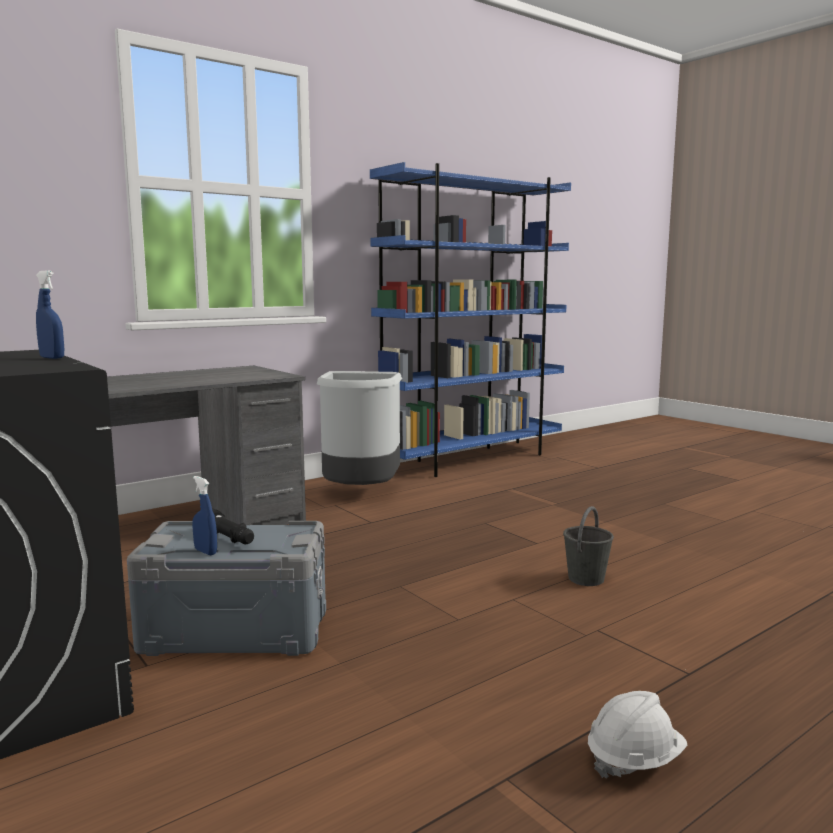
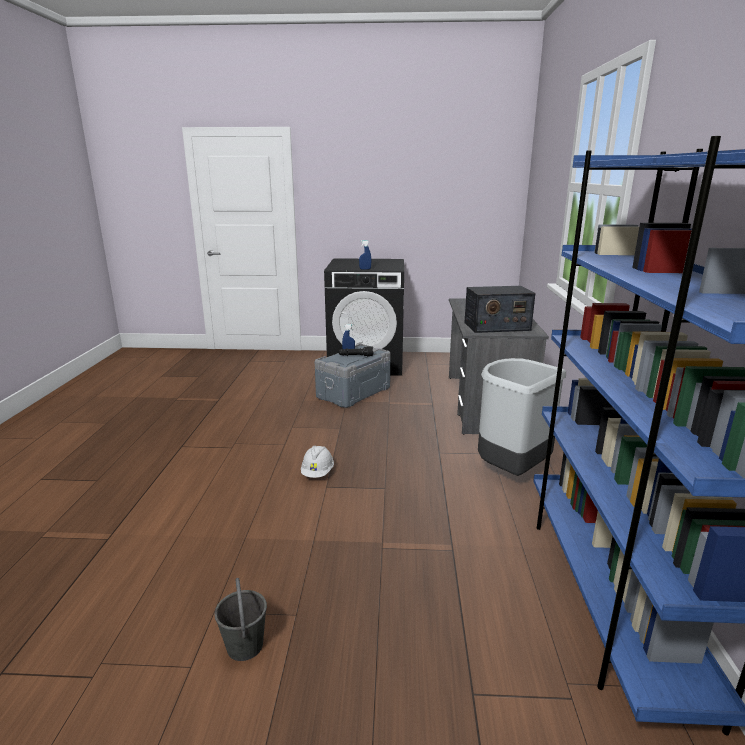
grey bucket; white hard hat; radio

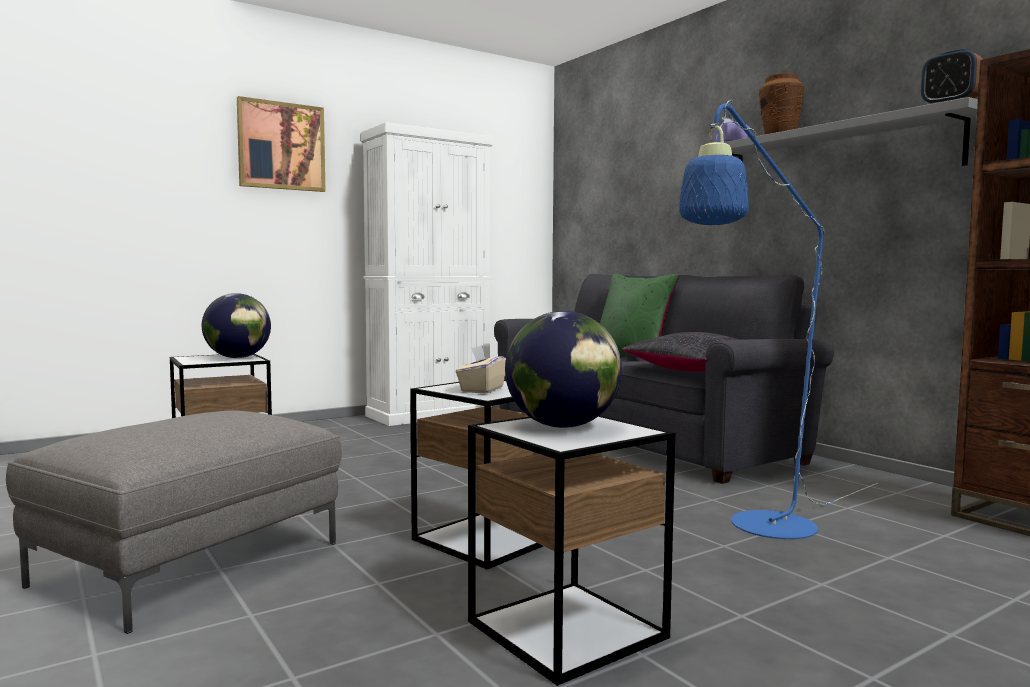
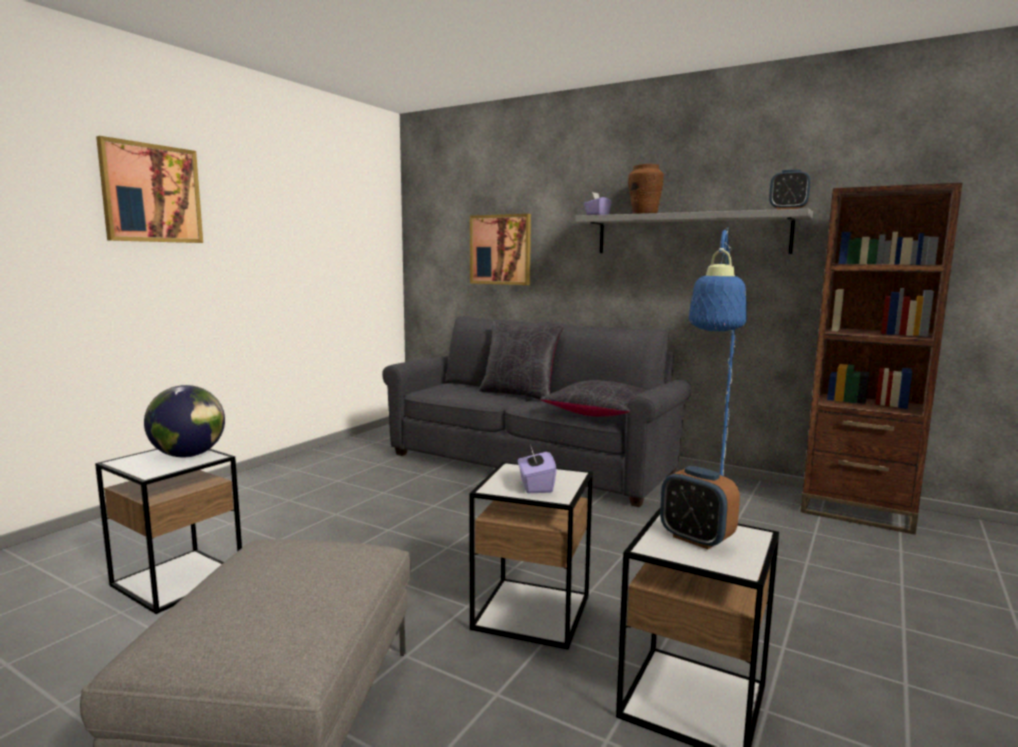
white cabinet; purple tissue box (no. 1 from left); alarm clock (no. 1 from left); black pillow (no. 1 from left); picture (no. 2 from left)

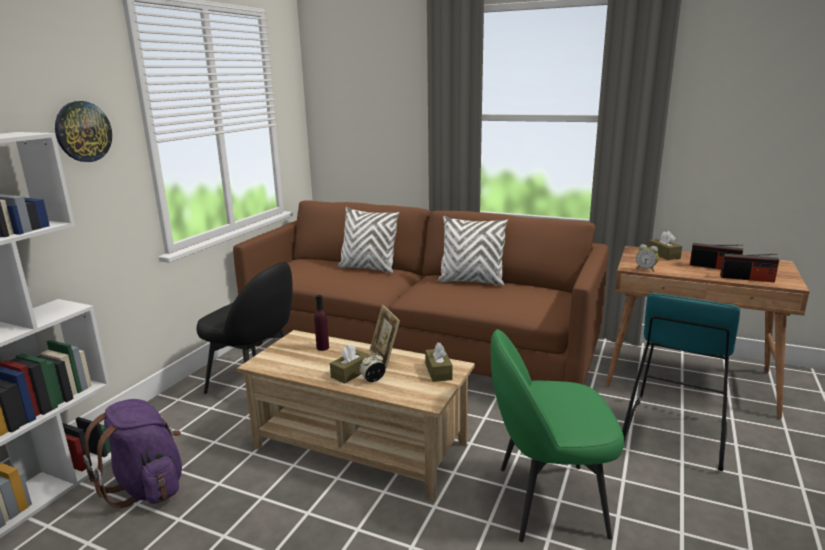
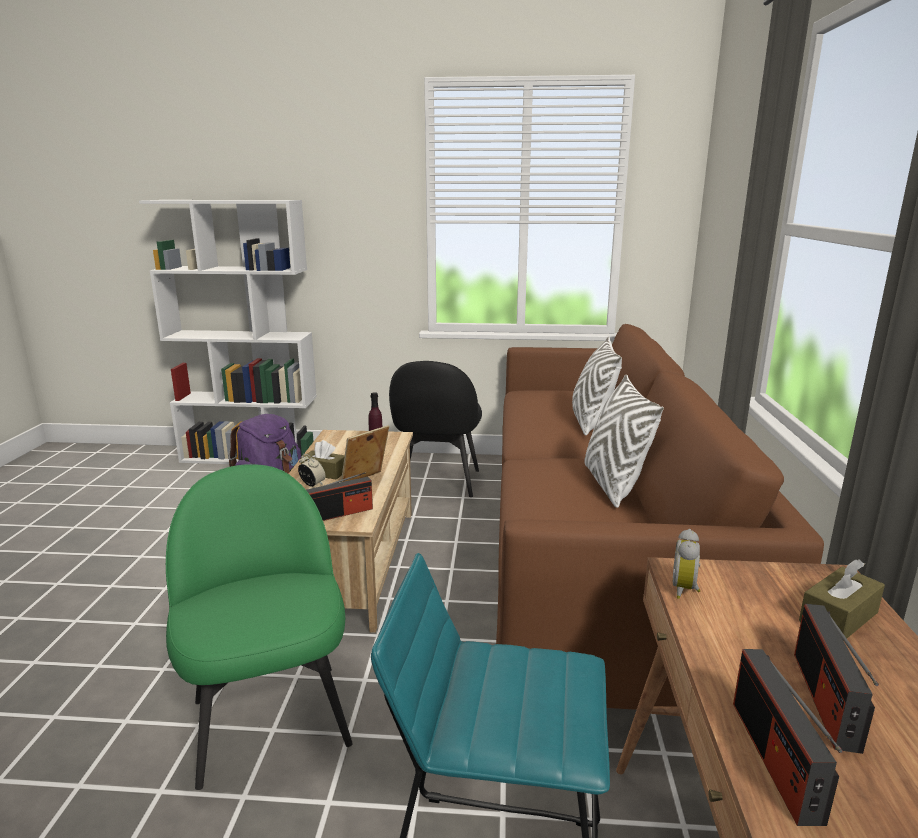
wall clock; radio (no. 1 from left)

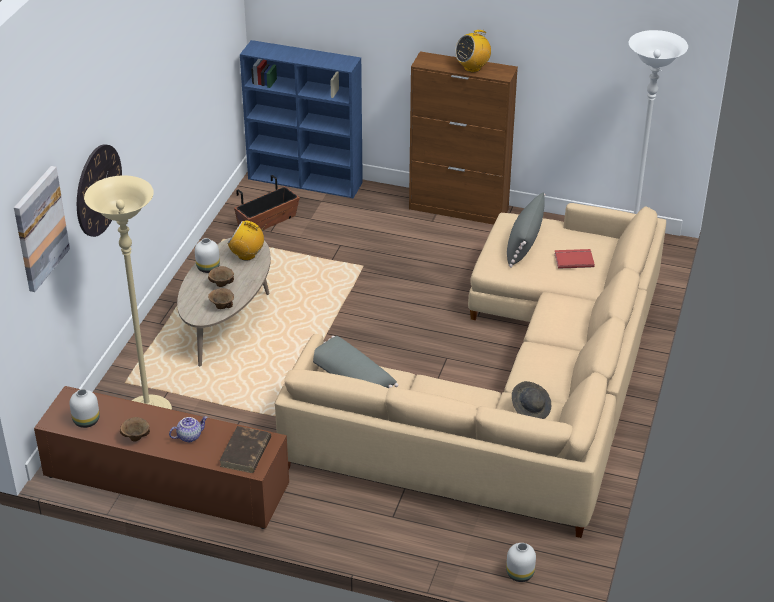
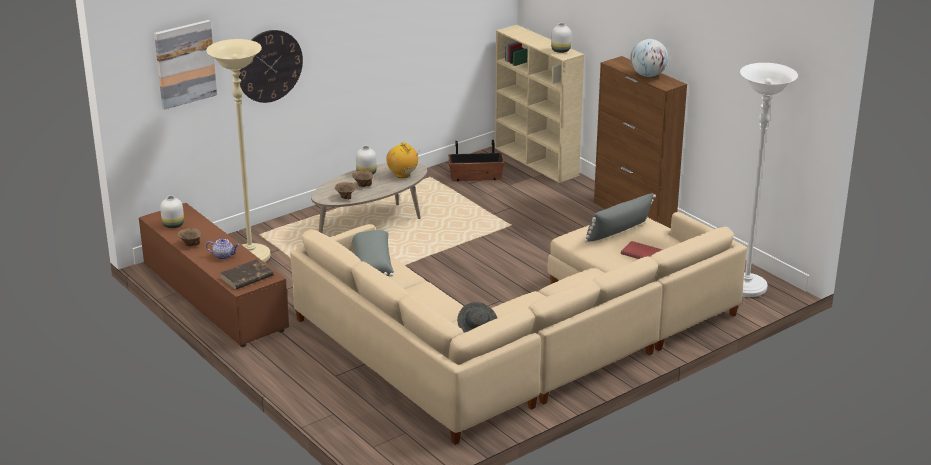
beige bookcase; globe; white vase (no. 3 from left)

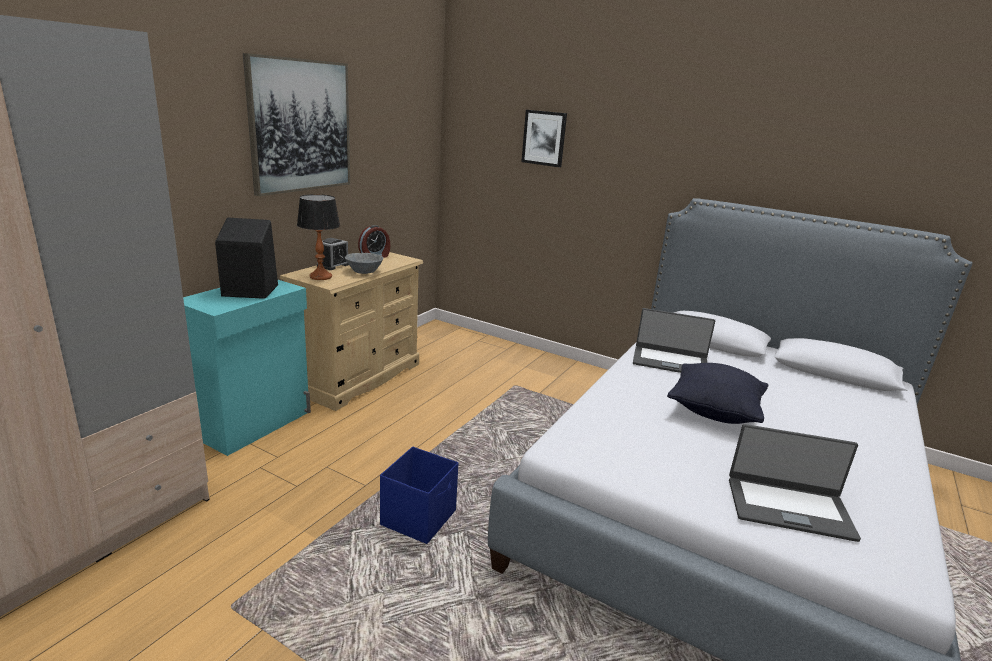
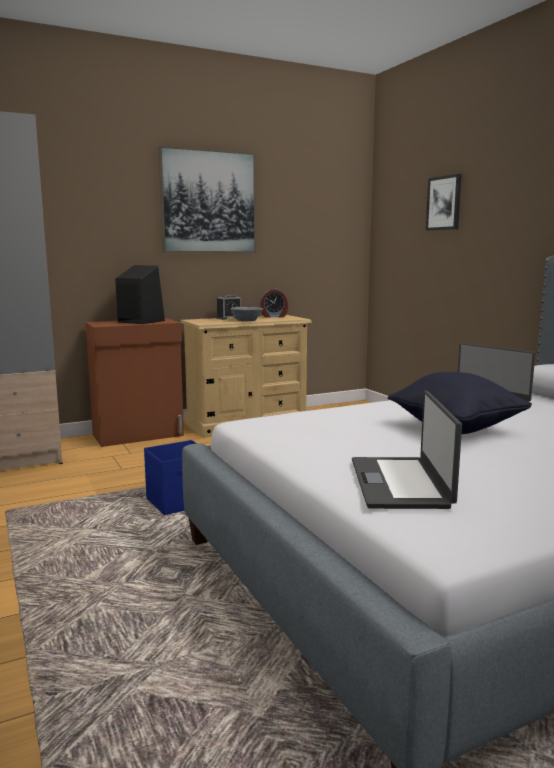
brown cabinet; table lamp; laptop (no. 1 from left)

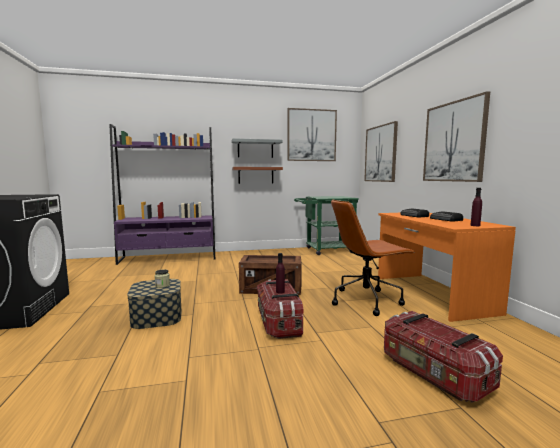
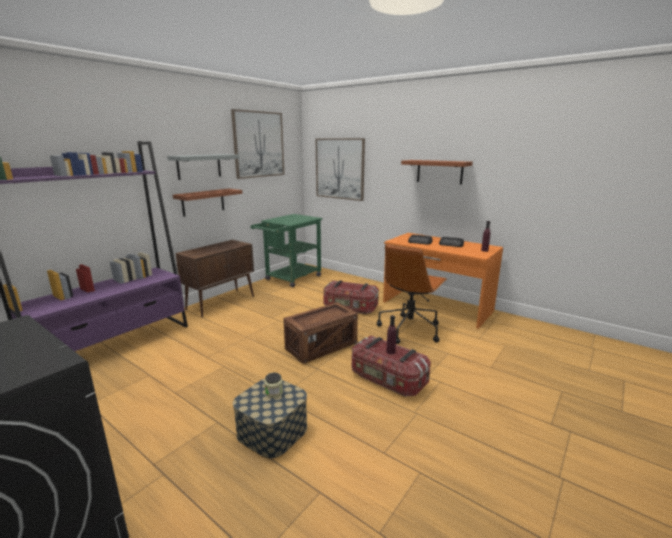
storage box (no. 2 from left); brown shelf (no. 2 from left); brown cabinet

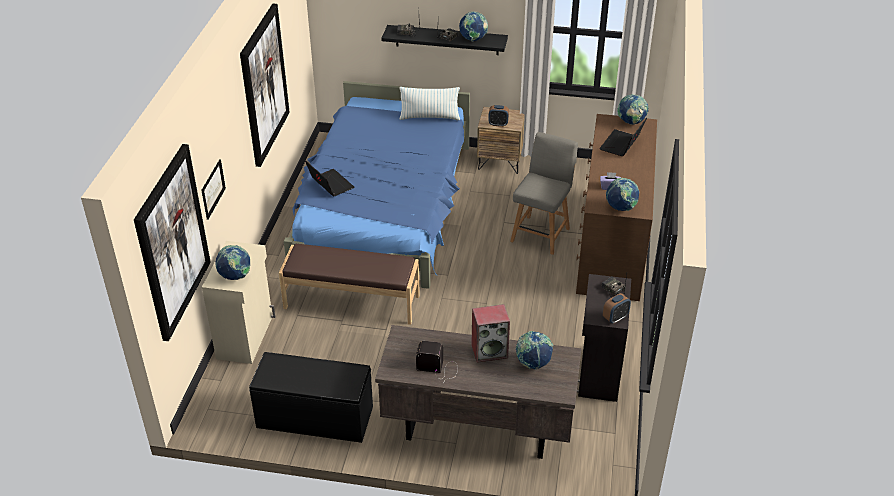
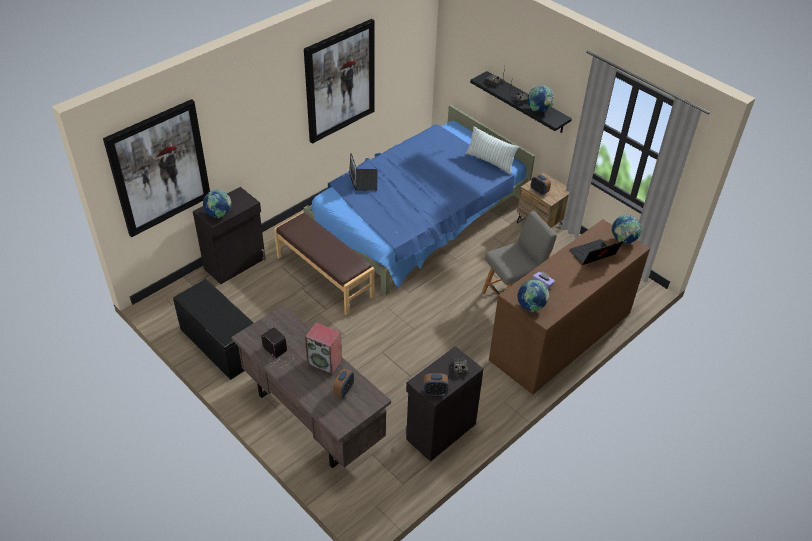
picture (no. 2 from left in the first image); black cabinet (no. 1 from left); alarm clock (no. 1 from left)

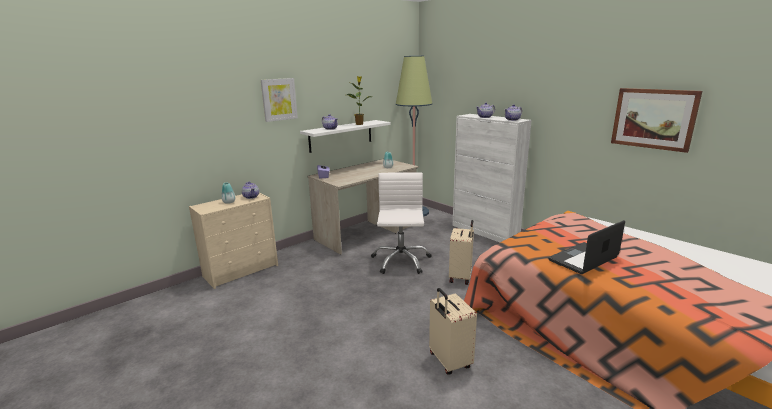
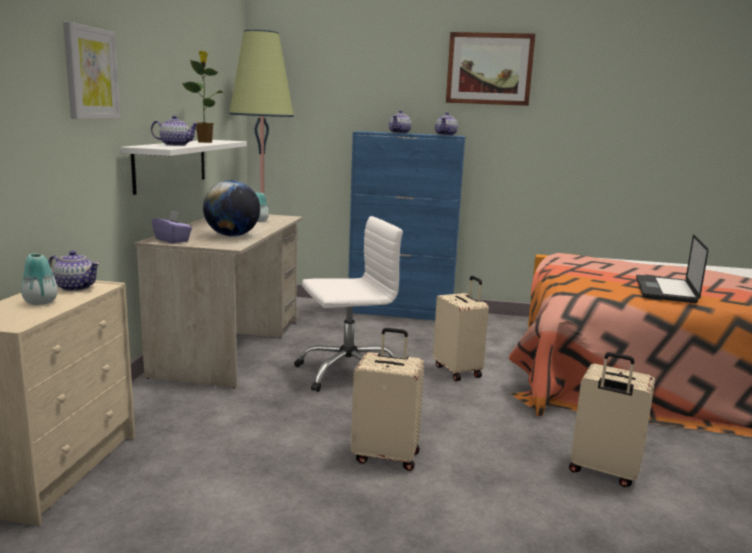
white office chair; blue cabinet; picture (no. 2 from left); globe; beige suitcase (no. 1 from left)

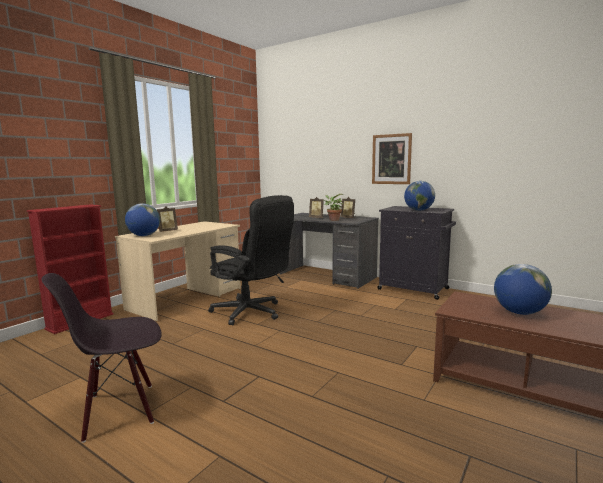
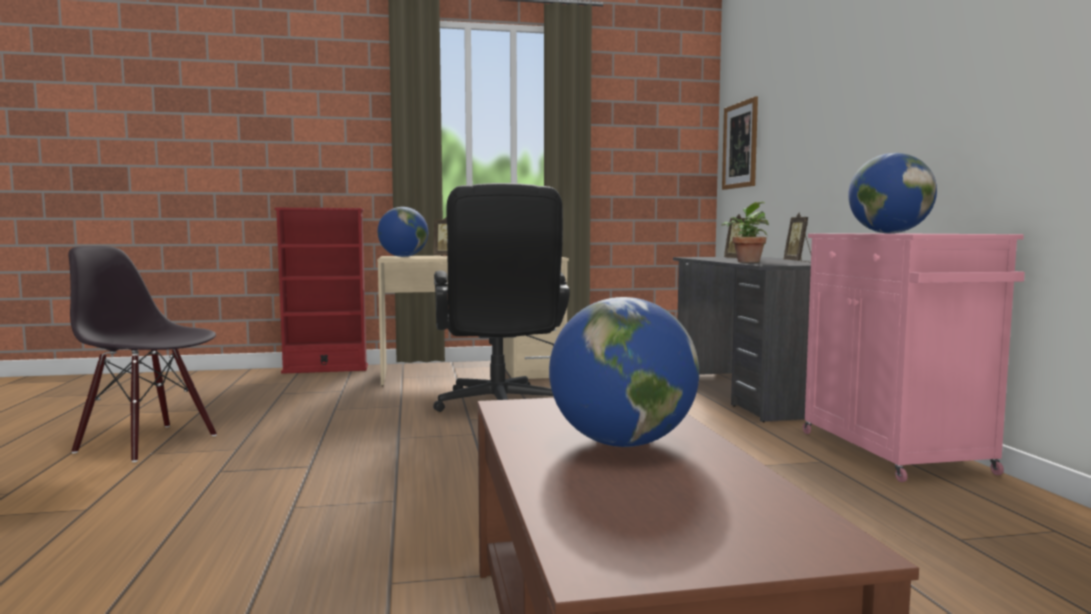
picture; pink cabinet

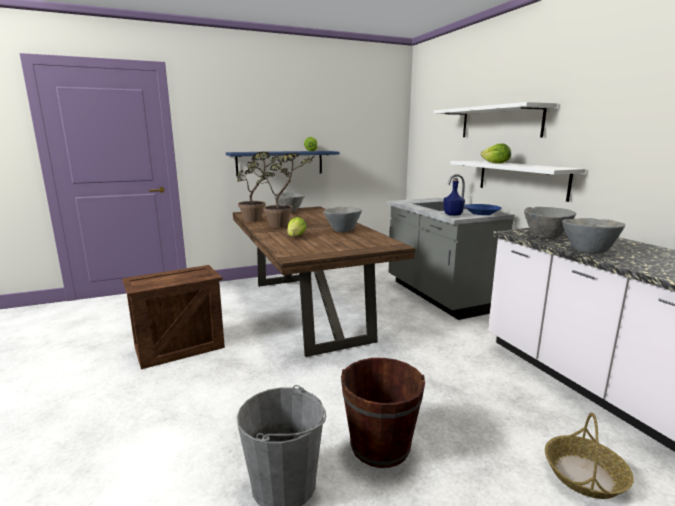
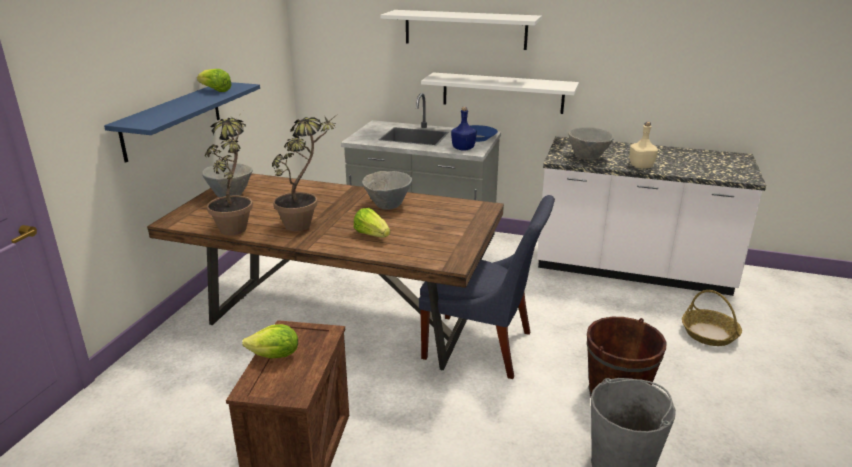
lettuce (no. 2 from left); beige bottle; blue chair

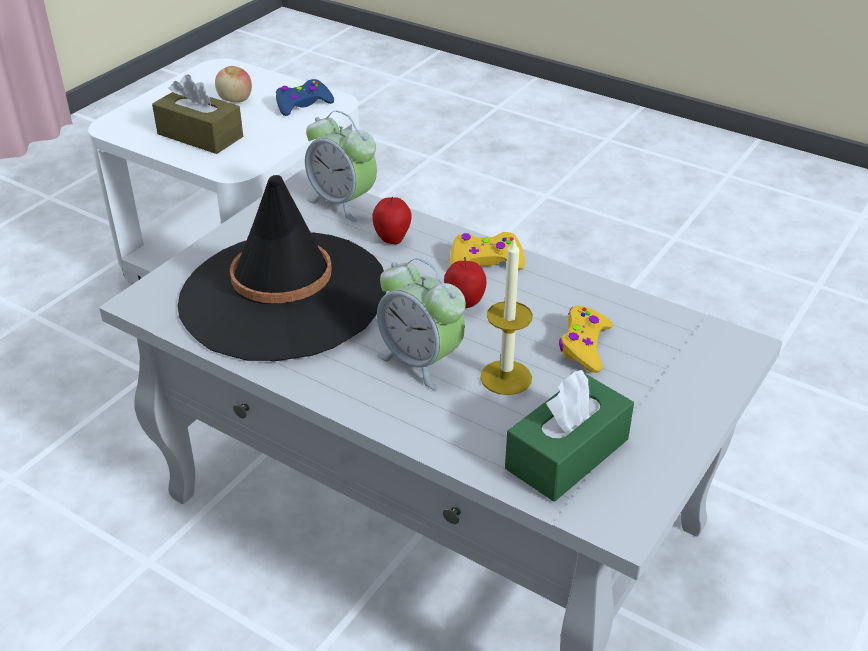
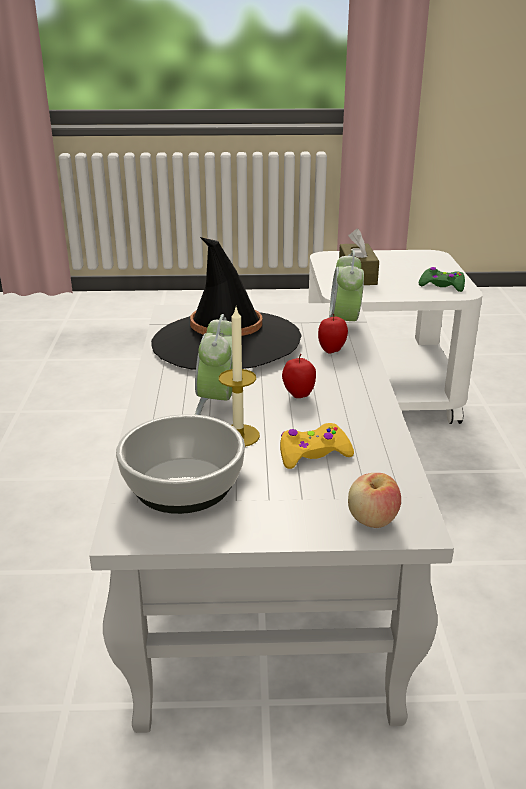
apple (no. 3 from left); green game controller; yellow game controller (no. 1 from left in the first image); bowl

